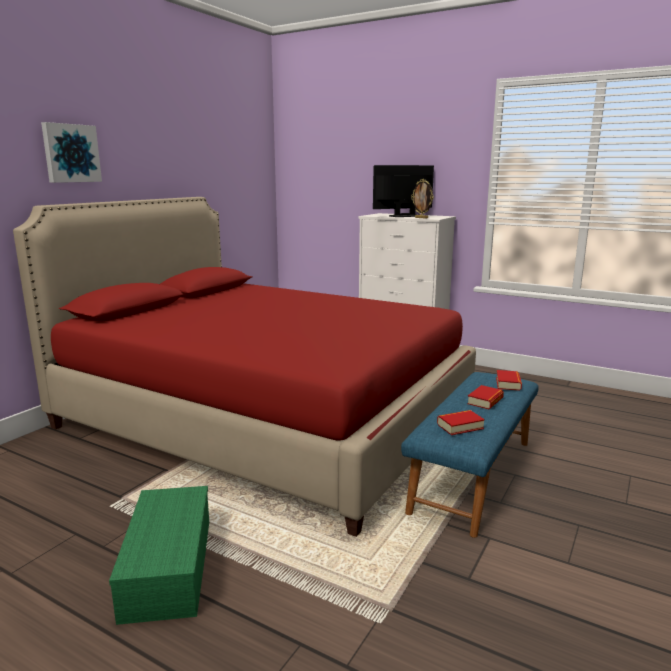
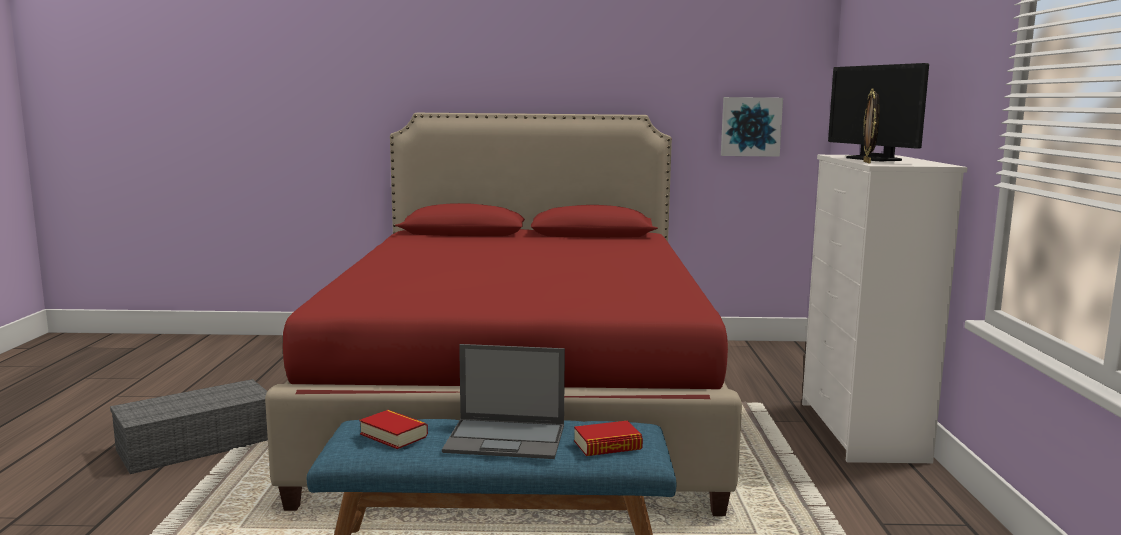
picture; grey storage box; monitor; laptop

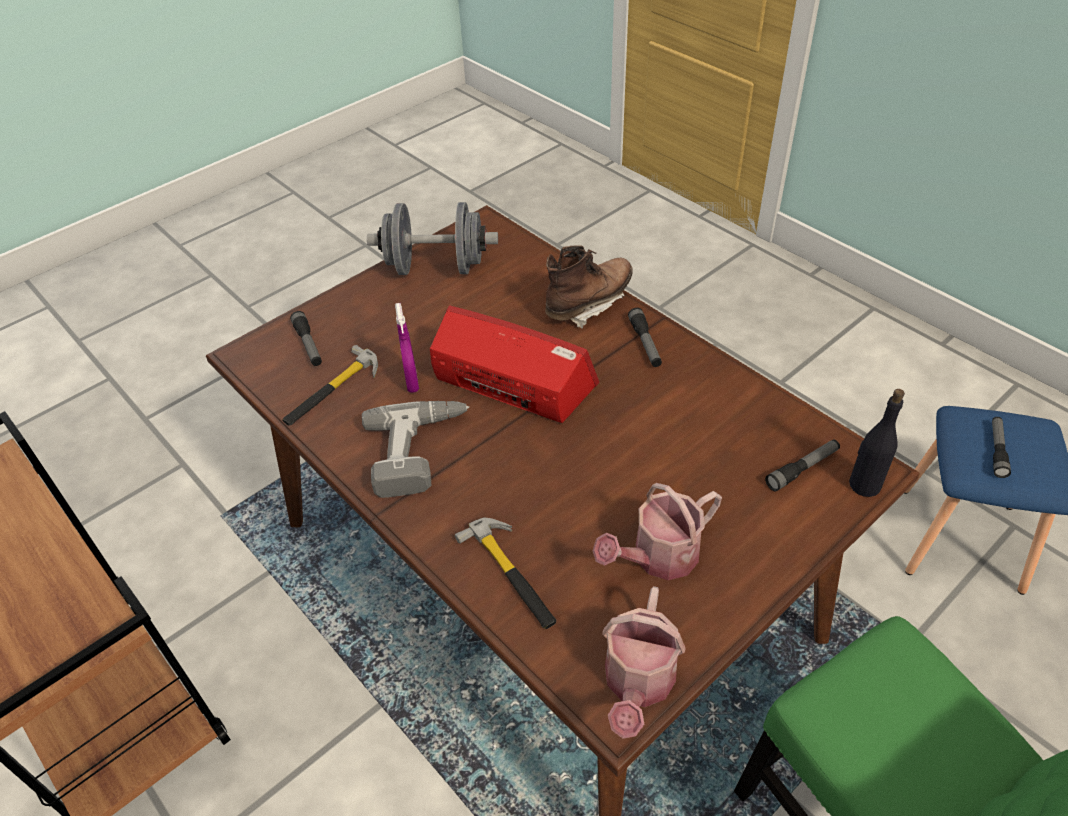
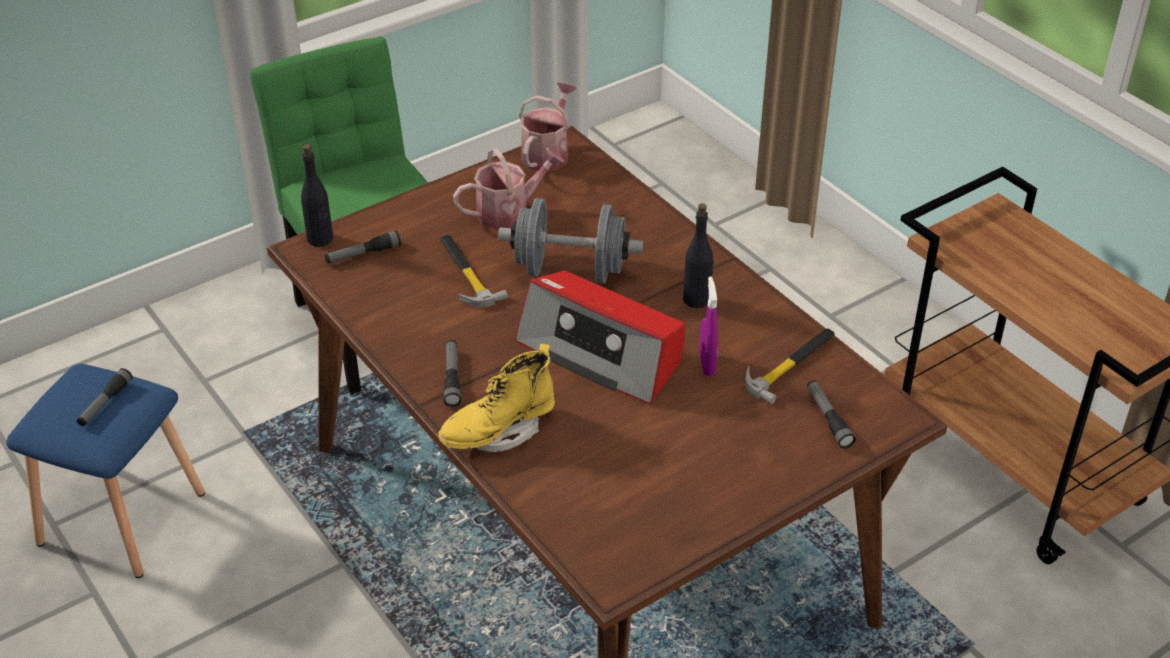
black bottle (no. 2 from left); grey dumbbell; hammer (no. 1 from left); yellow boot

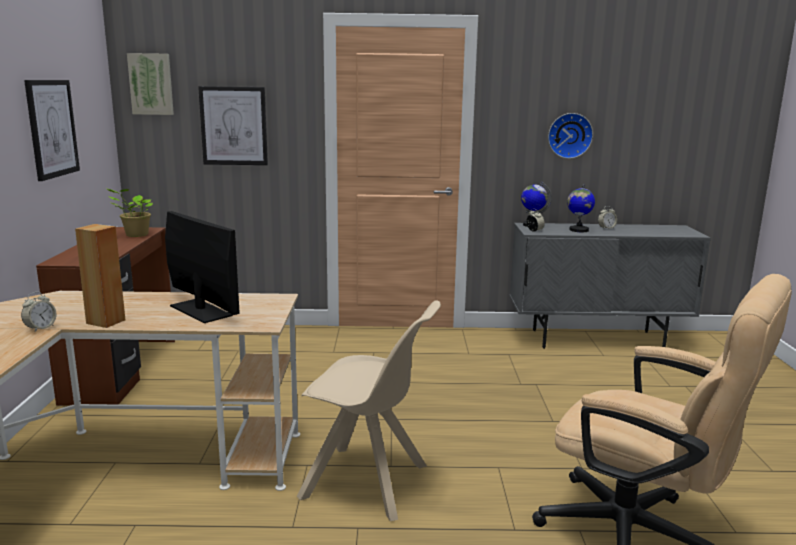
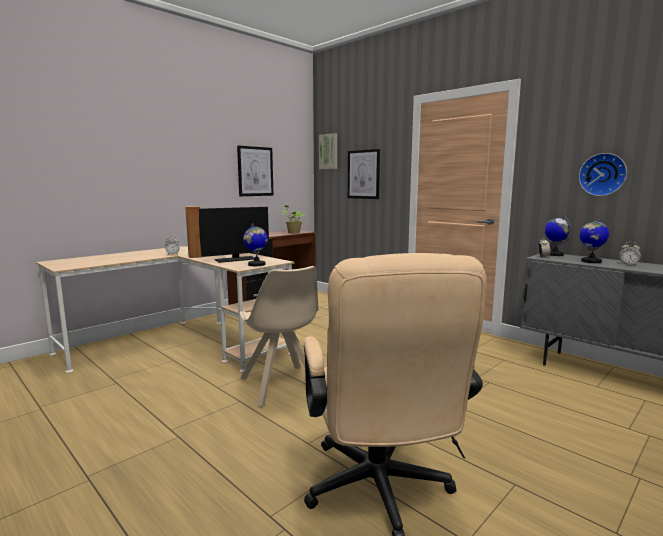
monitor; globe (no. 1 from left)

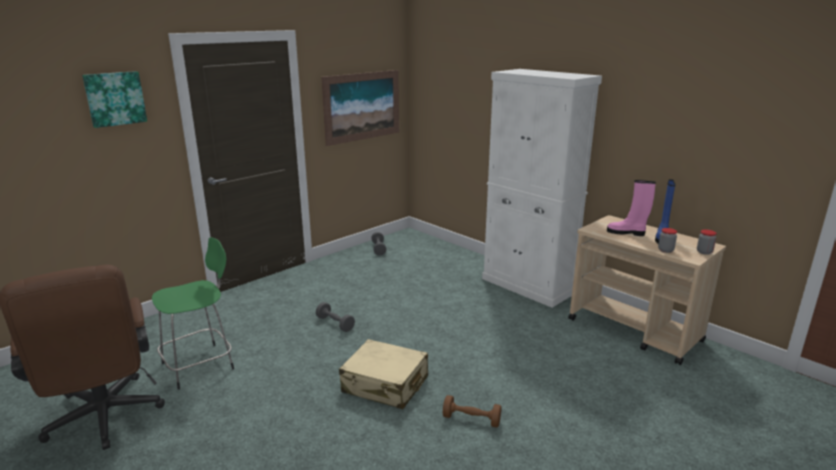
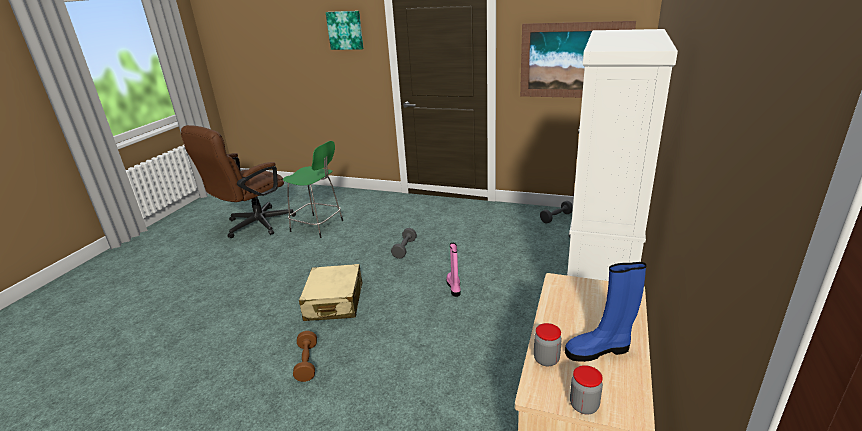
pink boot

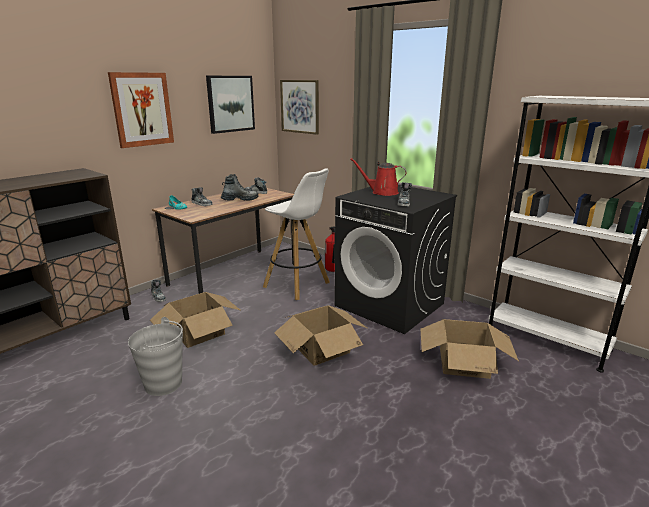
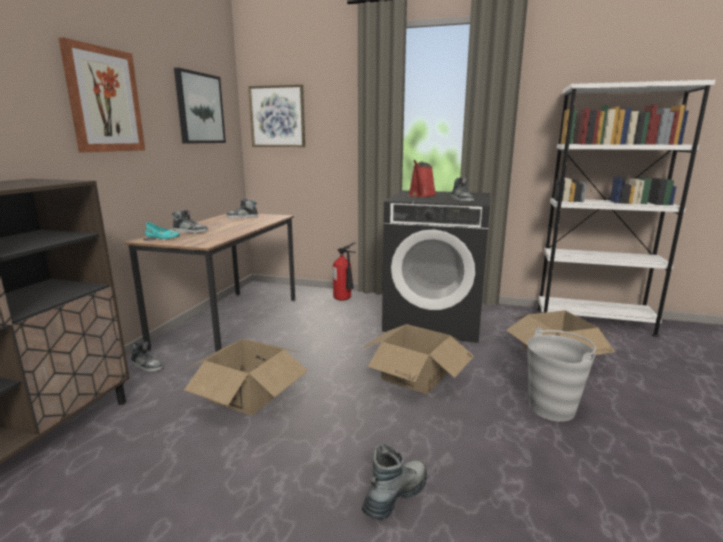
grey bucket; boot; white stool; red watering can

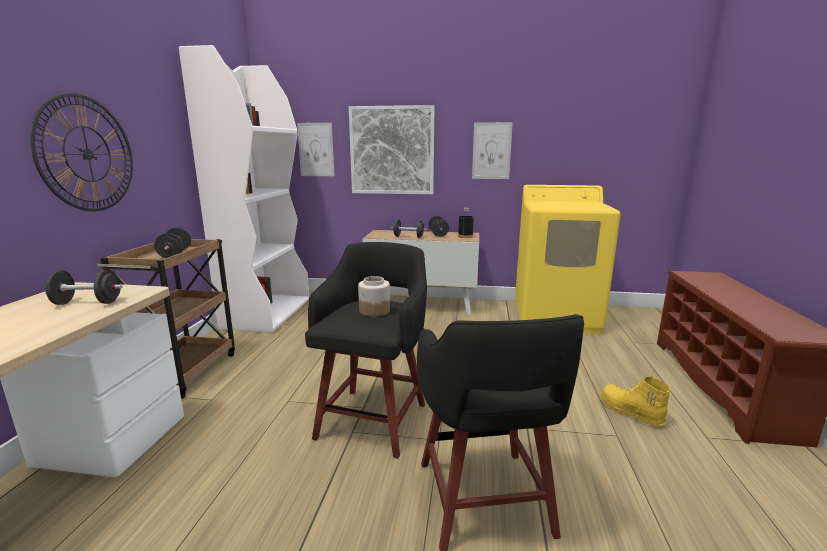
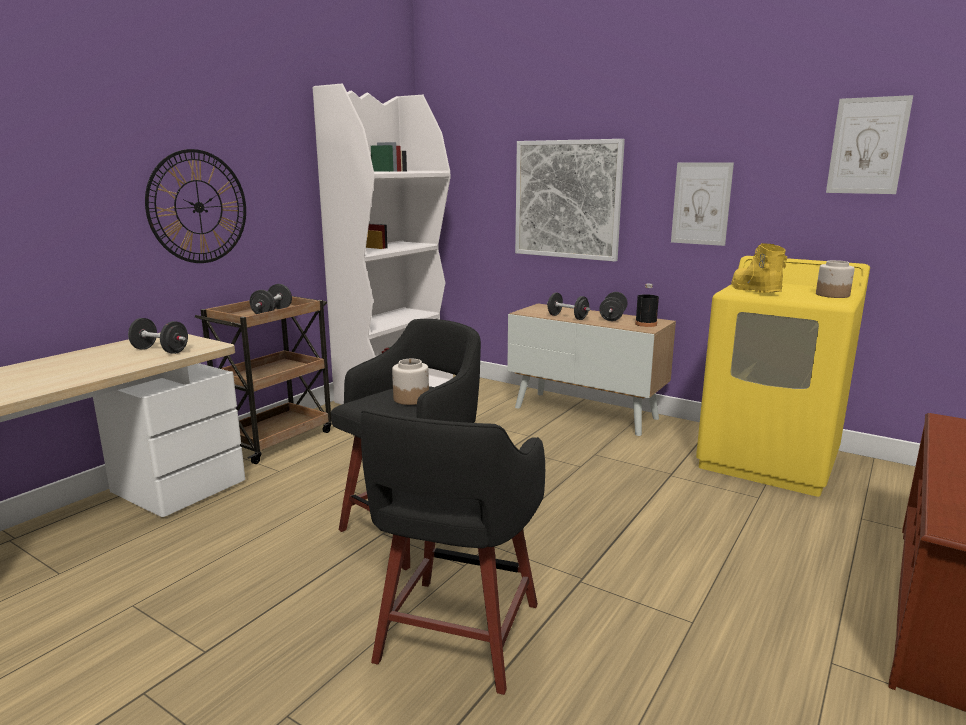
picture (no. 3 from left); yellow boot; jar (no. 2 from left)

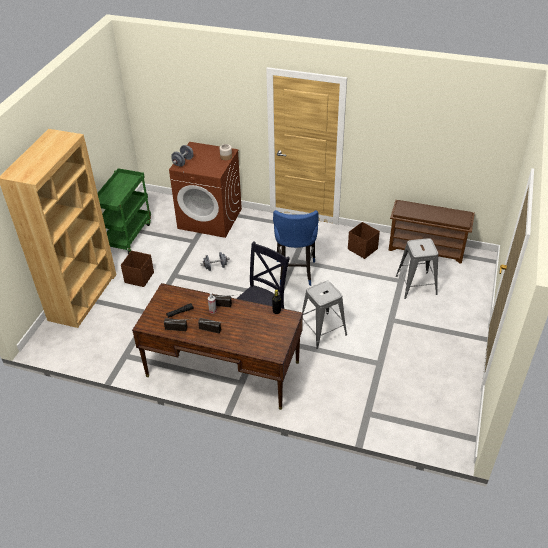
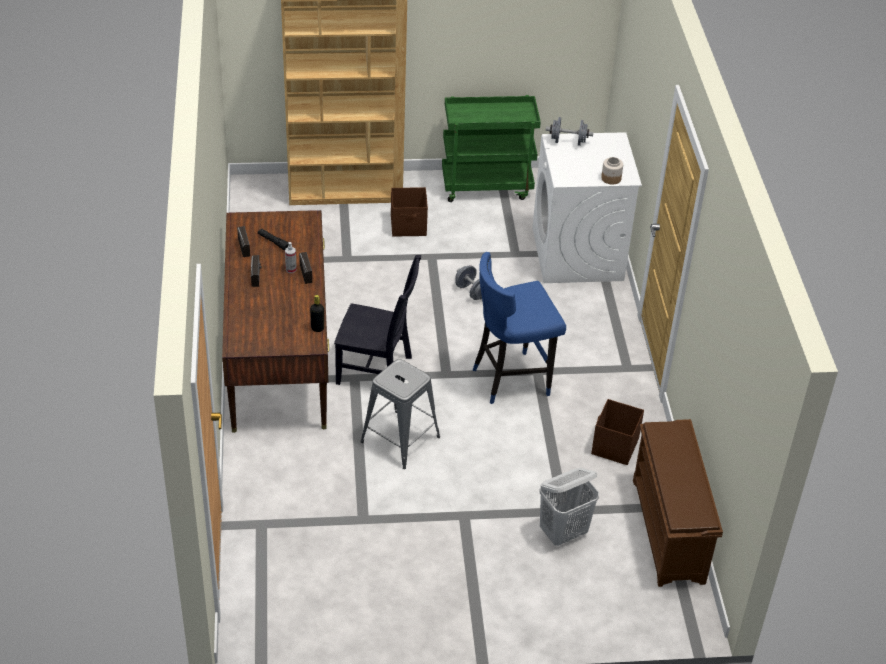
white washing machine; white laundry basket

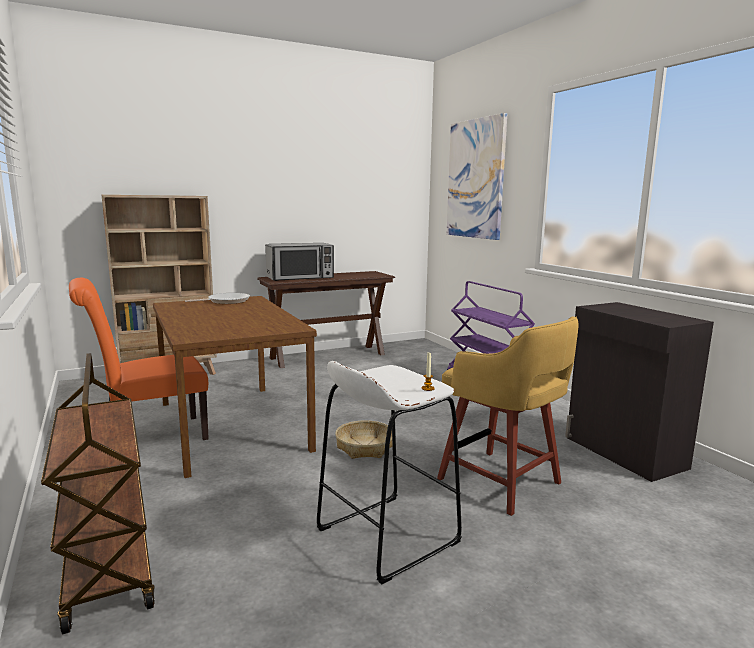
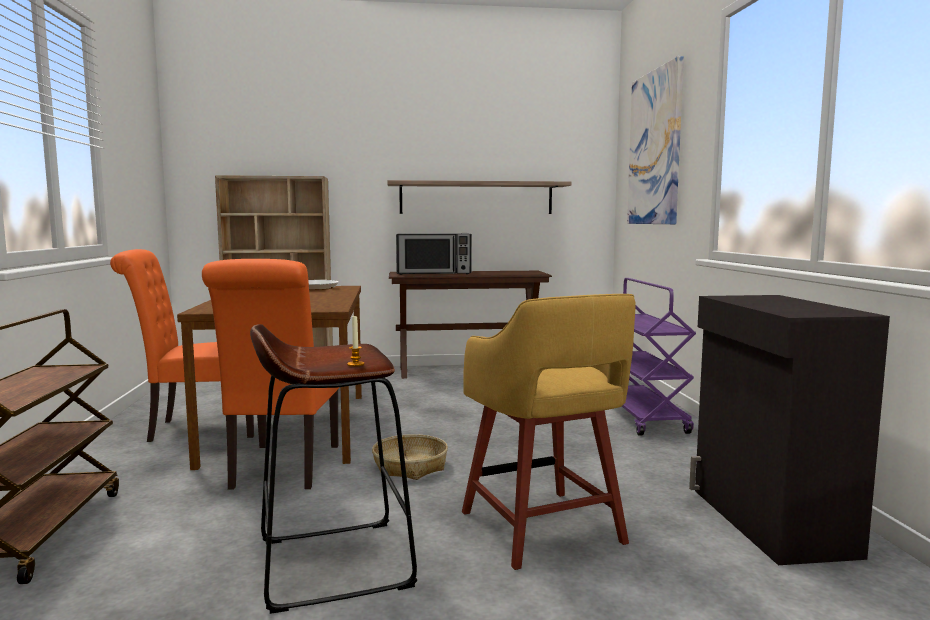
brown stool; orange chair (no. 2 from left); shelf

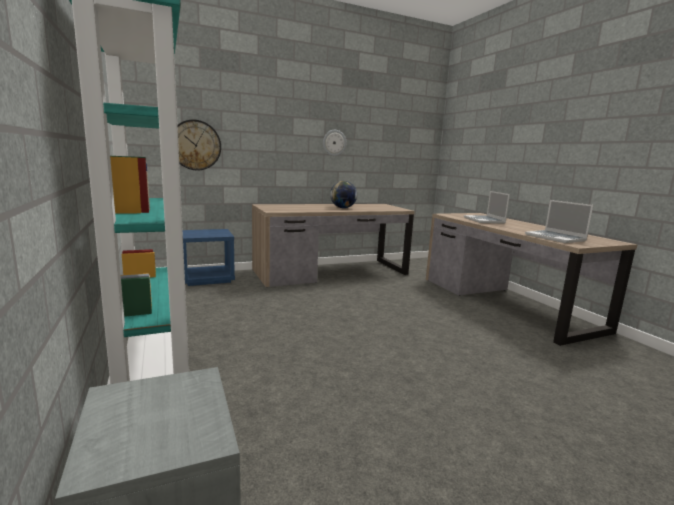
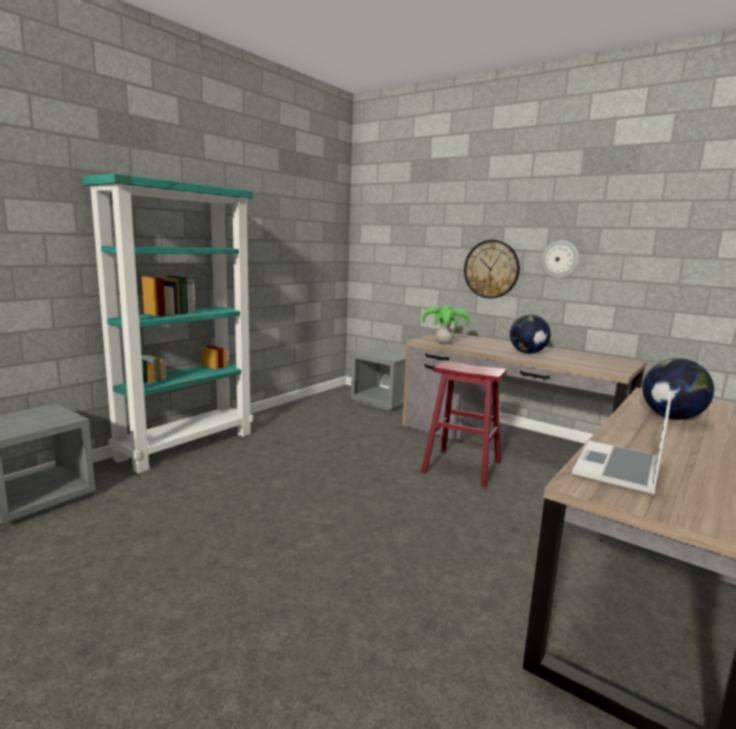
wall clock (no. 1 from left); grey nightstand (no. 2 from left); globe (no. 2 from left); red stool; potted plant

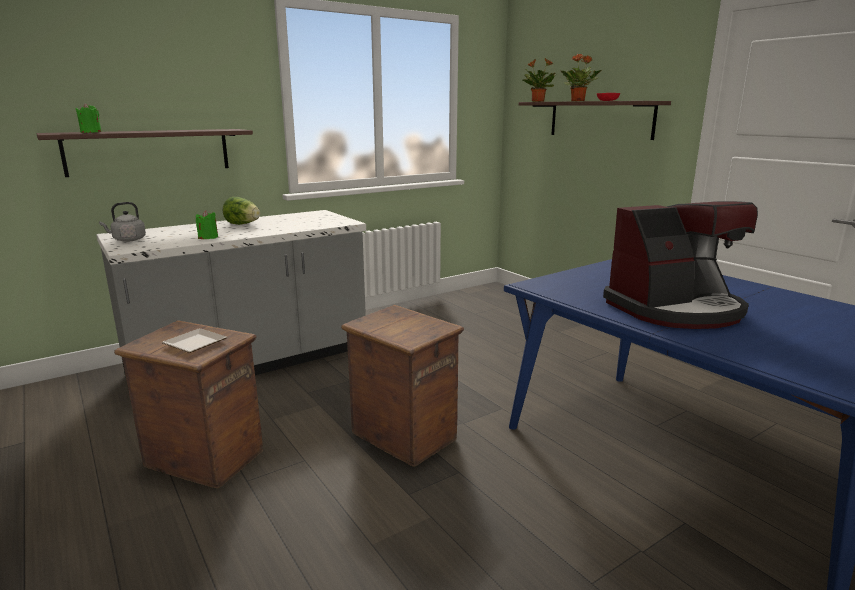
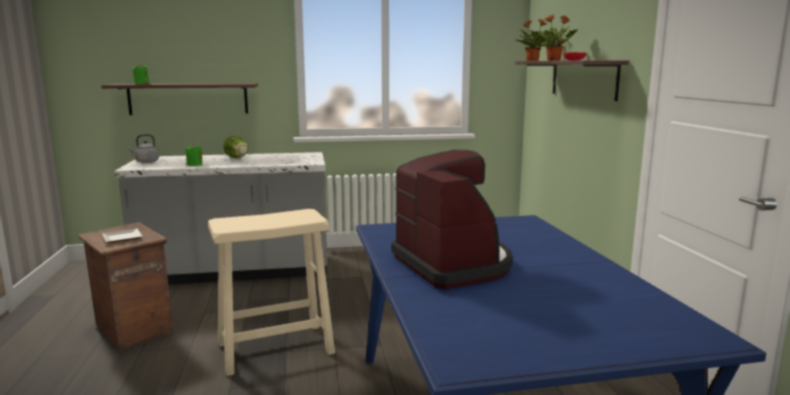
beige stool; coffee machine

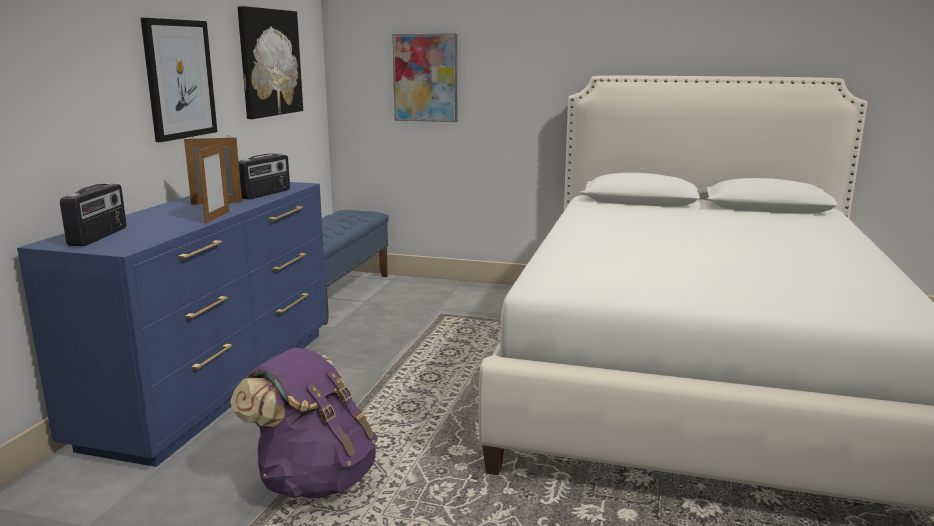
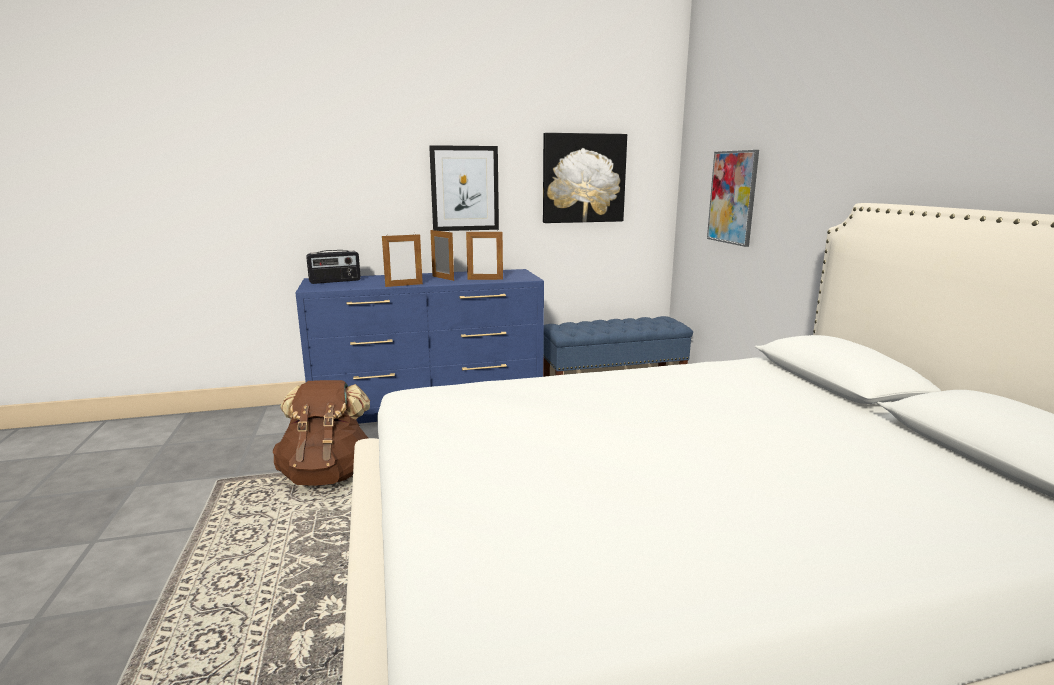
brown backpack; picture frame (no. 3 from left)

